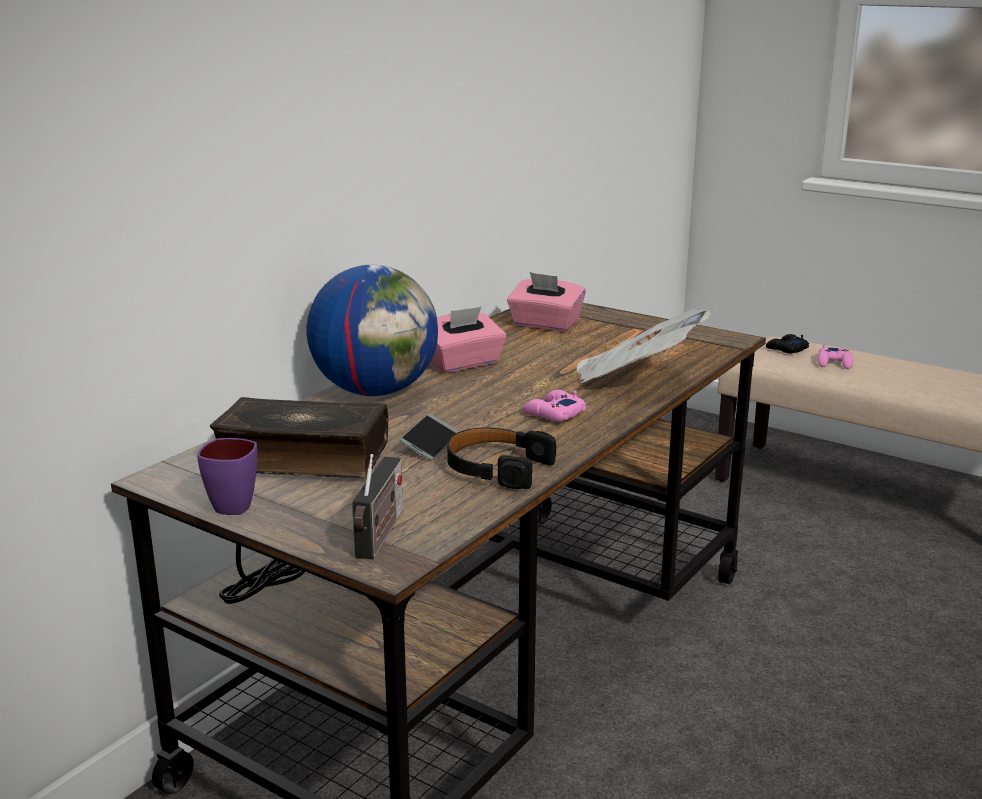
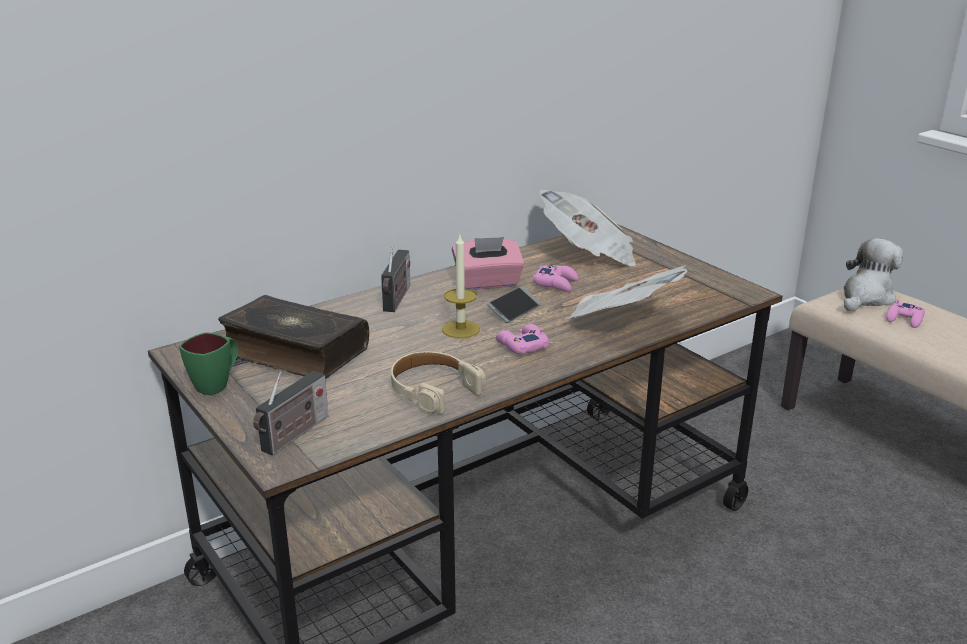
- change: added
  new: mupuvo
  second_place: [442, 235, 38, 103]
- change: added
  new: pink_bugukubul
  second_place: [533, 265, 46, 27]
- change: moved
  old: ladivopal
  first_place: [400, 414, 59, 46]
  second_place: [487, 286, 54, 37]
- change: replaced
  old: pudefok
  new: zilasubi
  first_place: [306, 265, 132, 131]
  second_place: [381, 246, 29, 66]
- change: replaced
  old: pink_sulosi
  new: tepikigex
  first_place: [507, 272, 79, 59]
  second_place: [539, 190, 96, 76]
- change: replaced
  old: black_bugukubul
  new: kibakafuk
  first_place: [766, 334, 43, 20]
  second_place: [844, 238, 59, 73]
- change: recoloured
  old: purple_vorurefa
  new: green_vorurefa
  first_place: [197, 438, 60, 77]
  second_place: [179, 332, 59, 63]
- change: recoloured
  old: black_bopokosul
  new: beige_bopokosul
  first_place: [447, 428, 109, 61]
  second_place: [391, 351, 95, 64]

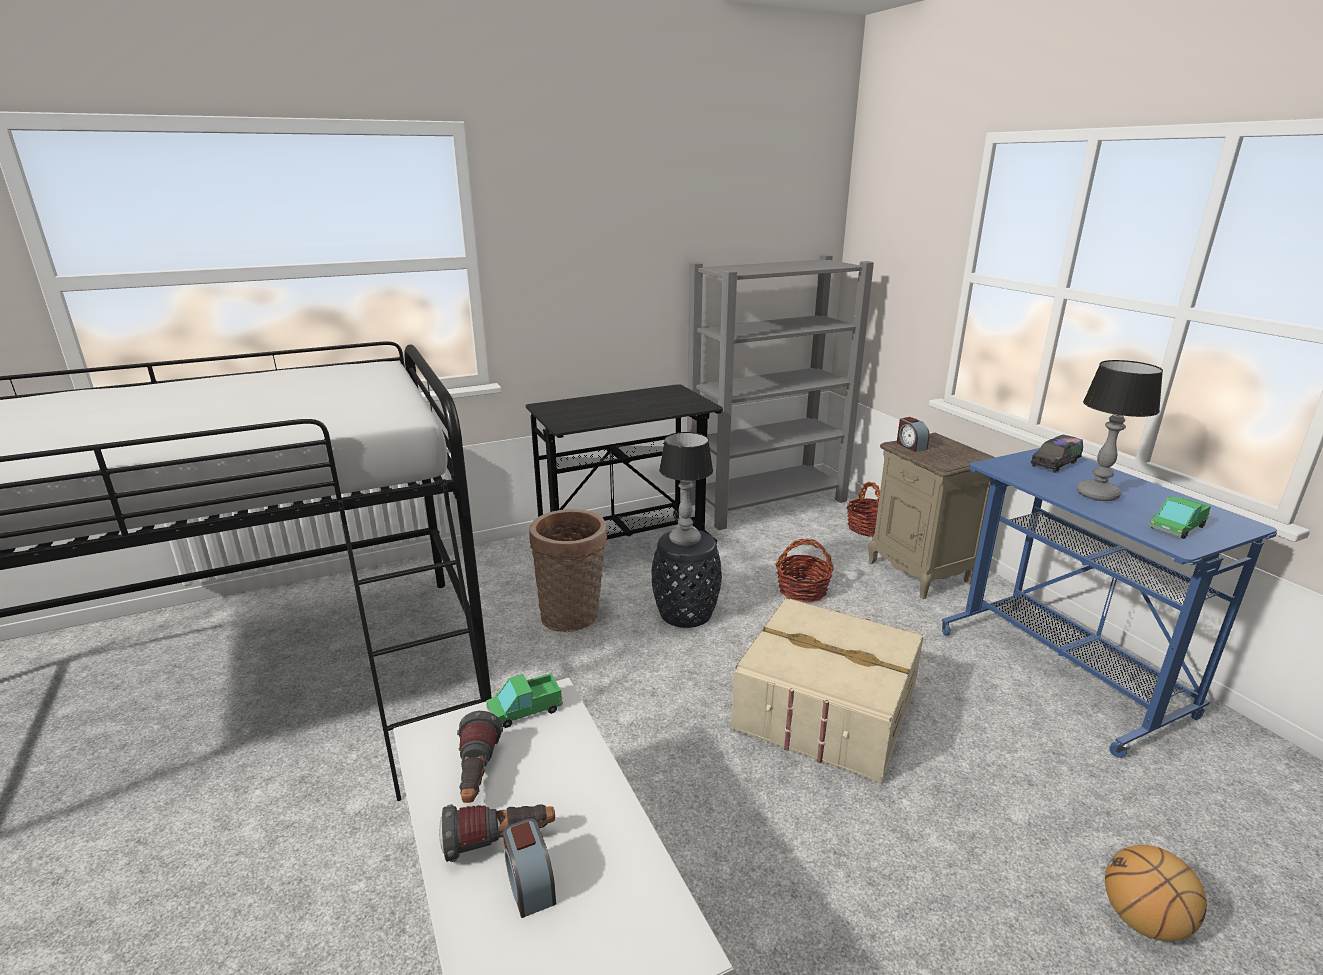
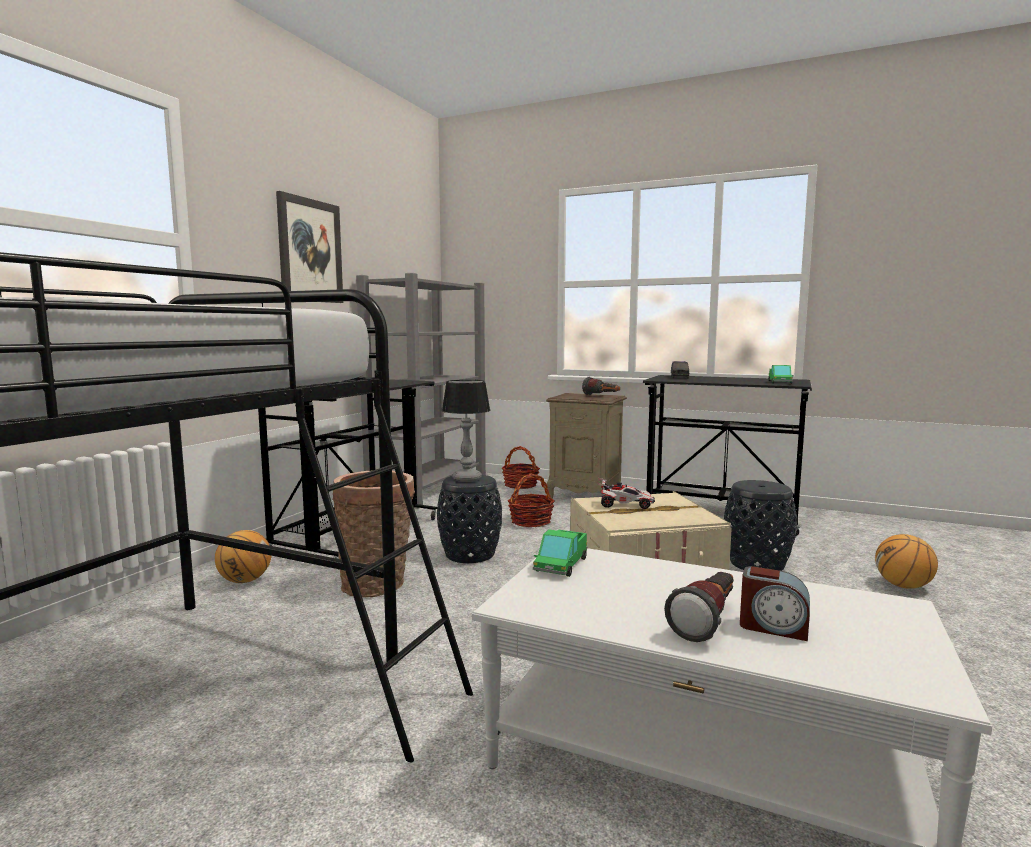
- change: removed
  old: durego
  first_place: [897, 417, 33, 35]
- change: removed
  old: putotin
  first_place: [1076, 360, 87, 141]
- change: added
  new: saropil
  second_place: [215, 530, 56, 53]
- change: added
  new: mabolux
  second_place: [276, 191, 67, 112]
- change: added
  new: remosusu
  second_place: [598, 478, 57, 31]
- change: added
  new: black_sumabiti
  second_place: [724, 480, 73, 91]
- change: moved
  old: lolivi
  first_place: [457, 711, 46, 92]
  second_place: [582, 377, 38, 18]
- change: recoloured
  old: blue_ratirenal
  new: black_ratirenal
  first_place: [942, 448, 335, 310]
  second_place: [643, 375, 169, 161]

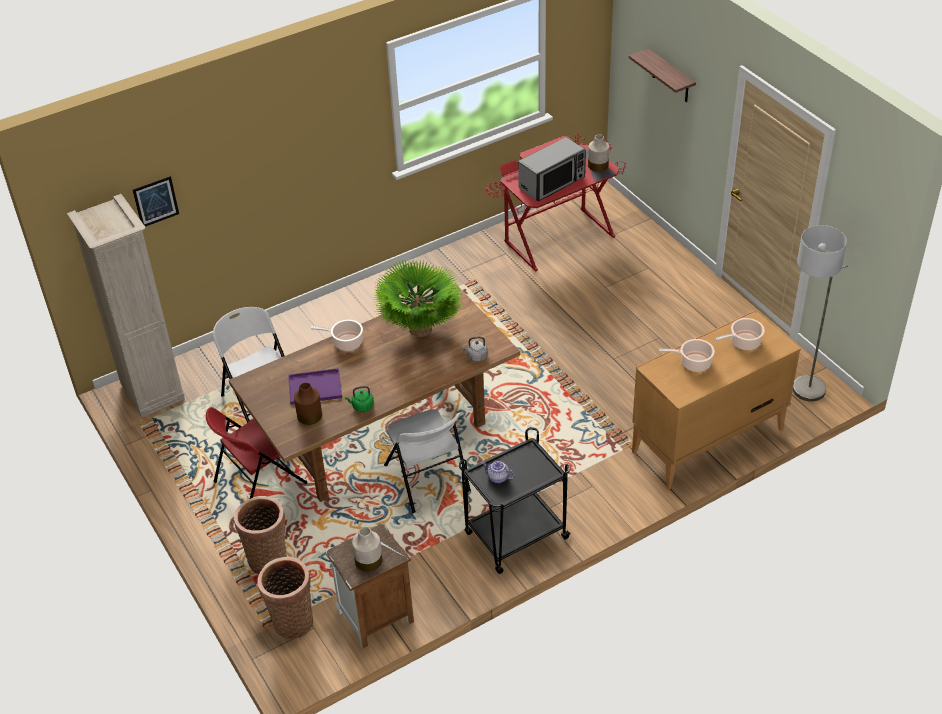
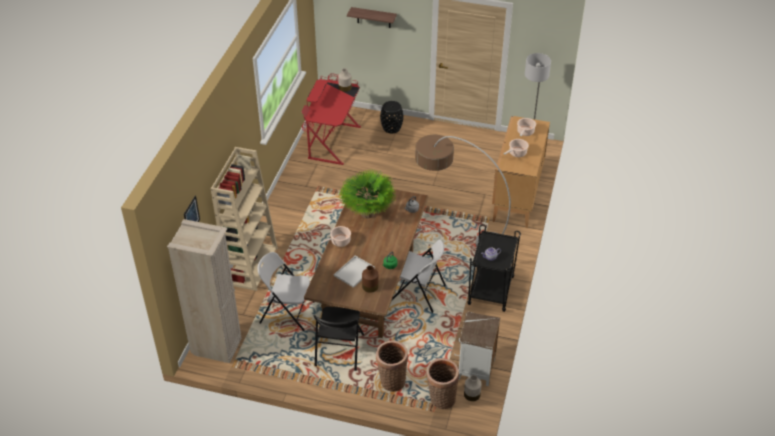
- change: removed
  old: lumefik
  first_place: [518, 137, 68, 64]
- change: added
  new: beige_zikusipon
  second_place: [211, 147, 67, 144]
- change: added
  new: black_sumabiti
  second_place: [380, 101, 24, 33]
- change: added
  new: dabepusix
  second_place: [415, 135, 96, 112]
- change: moved
  old: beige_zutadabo
  first_place: [352, 527, 31, 45]
  second_place: [464, 375, 18, 26]
- change: recoloured
  old: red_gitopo
  new: black_gitopo
  first_place: [206, 407, 101, 92]
  second_place: [313, 307, 51, 64]
- change: recoloured
  old: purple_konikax
  new: white_konikax
  first_place: [288, 368, 54, 37]
  second_place: [334, 256, 41, 32]

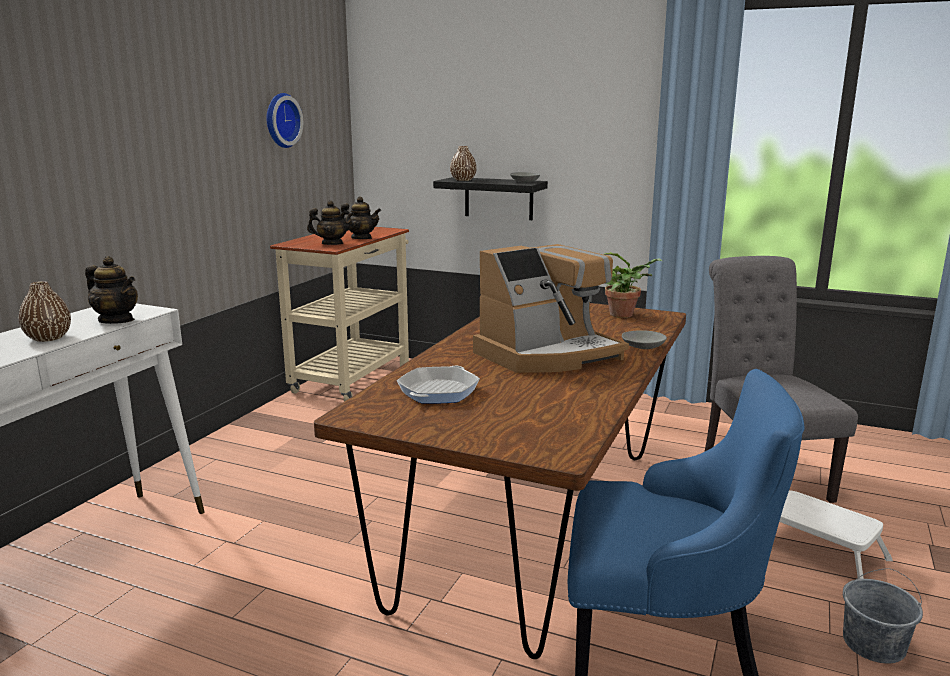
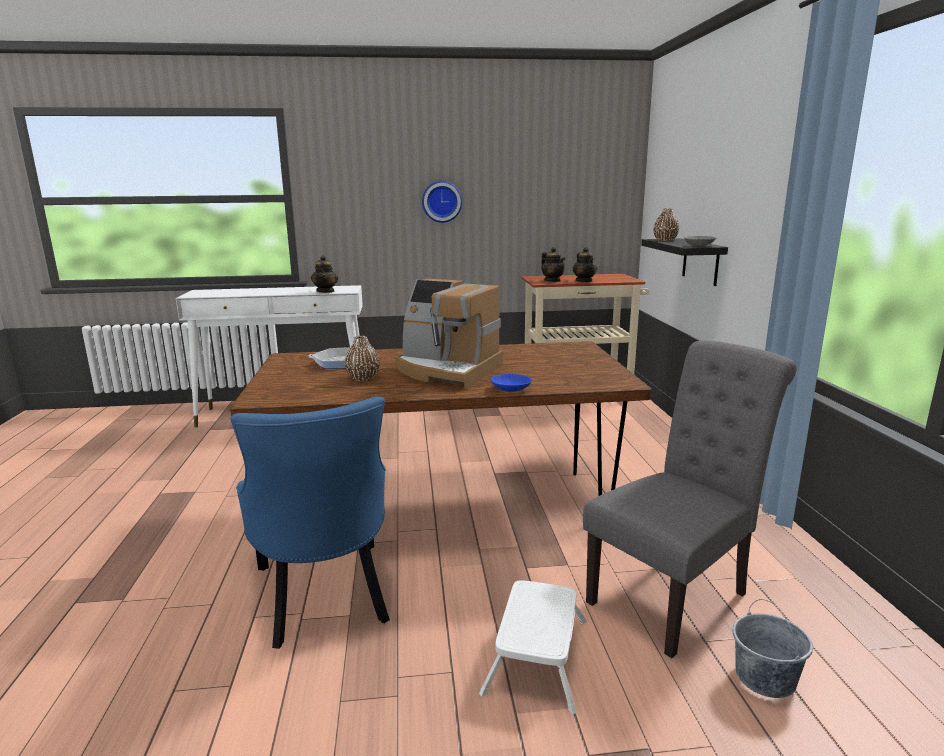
- change: removed
  old: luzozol
  first_place: [603, 252, 59, 66]
- change: moved
  old: brown_zutadabo
  first_place: [19, 281, 52, 61]
  second_place: [345, 336, 35, 45]
- change: moved
  old: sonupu
  first_place: [267, 93, 36, 55]
  second_place: [422, 181, 40, 42]
- change: moved
  old: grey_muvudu
  first_place: [843, 568, 80, 96]
  second_place: [733, 599, 80, 99]
- change: recoloured
  old: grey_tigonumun
  new: blue_tigonumun
  first_place: [622, 330, 45, 19]
  second_place: [491, 373, 41, 19]

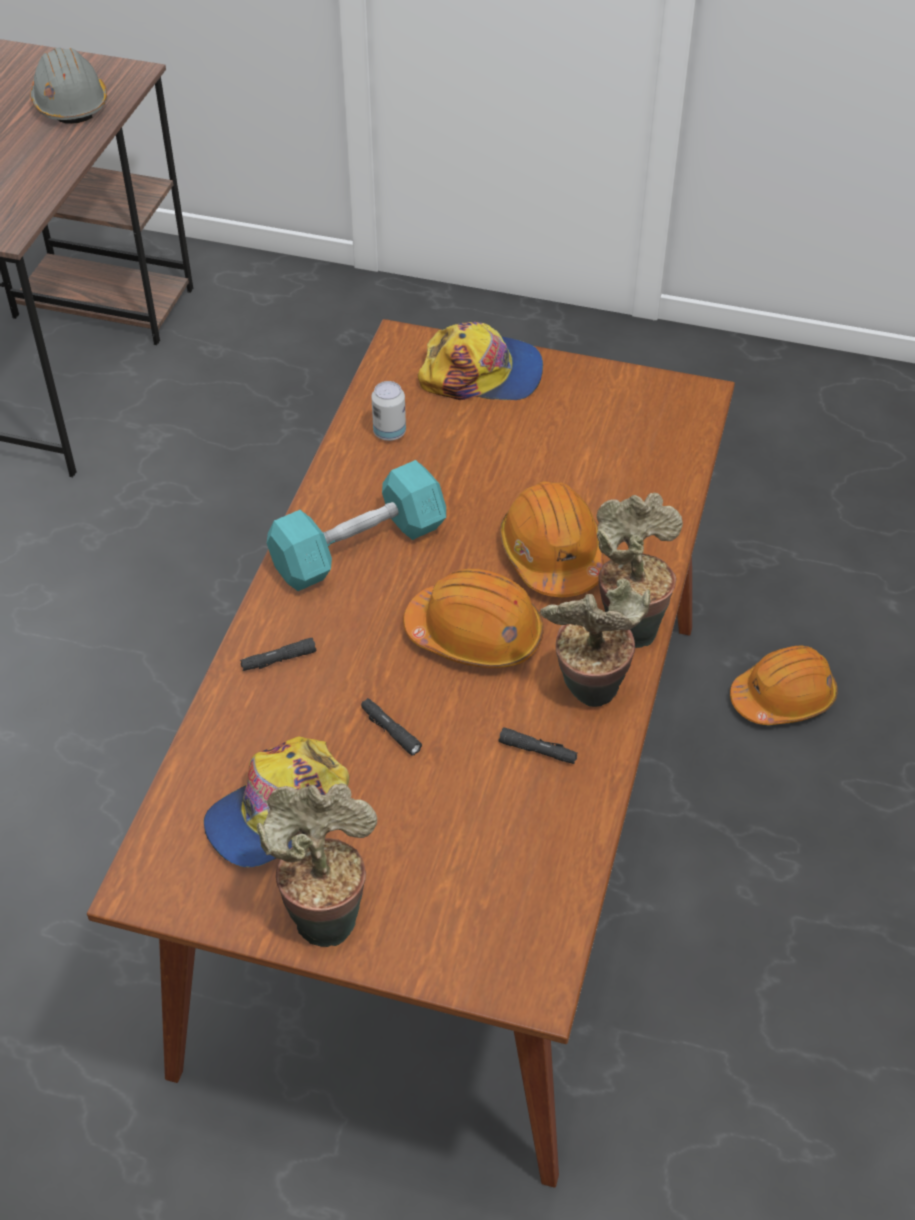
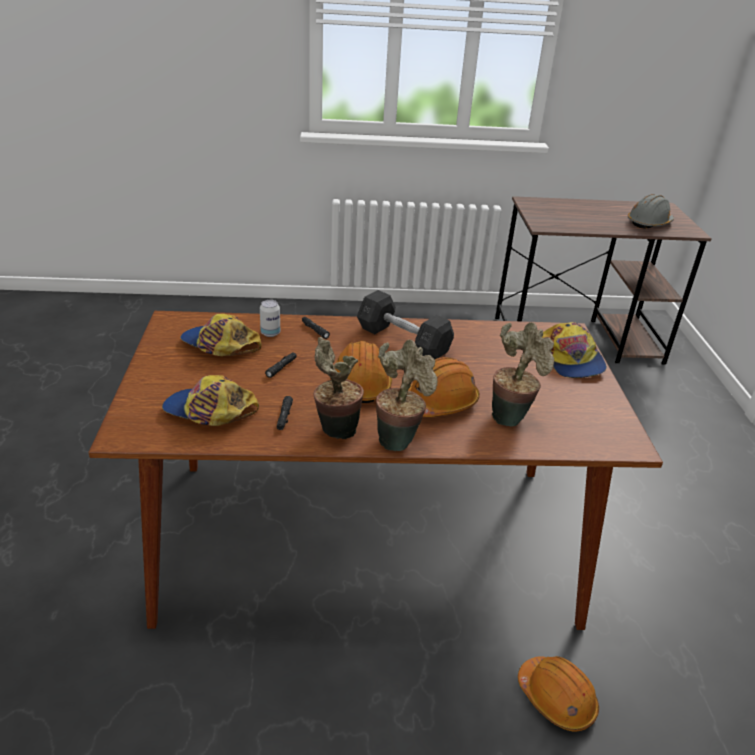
- change: added
  new: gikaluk
  second_place: [162, 375, 97, 51]
- change: moved
  old: luzozol
  first_place: [257, 783, 120, 164]
  second_place: [492, 322, 62, 105]
- change: moved
  old: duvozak
  first_place: [371, 381, 35, 60]
  second_place: [260, 300, 20, 37]
- change: recoloured
  old: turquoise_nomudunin
  new: grey_nomudunin
  first_place: [267, 460, 179, 131]
  second_place: [357, 290, 97, 69]

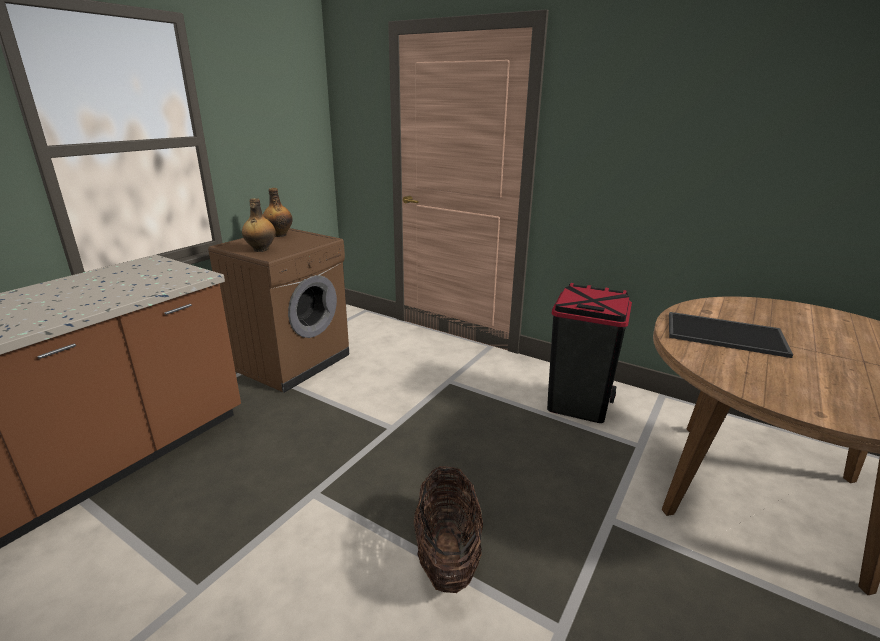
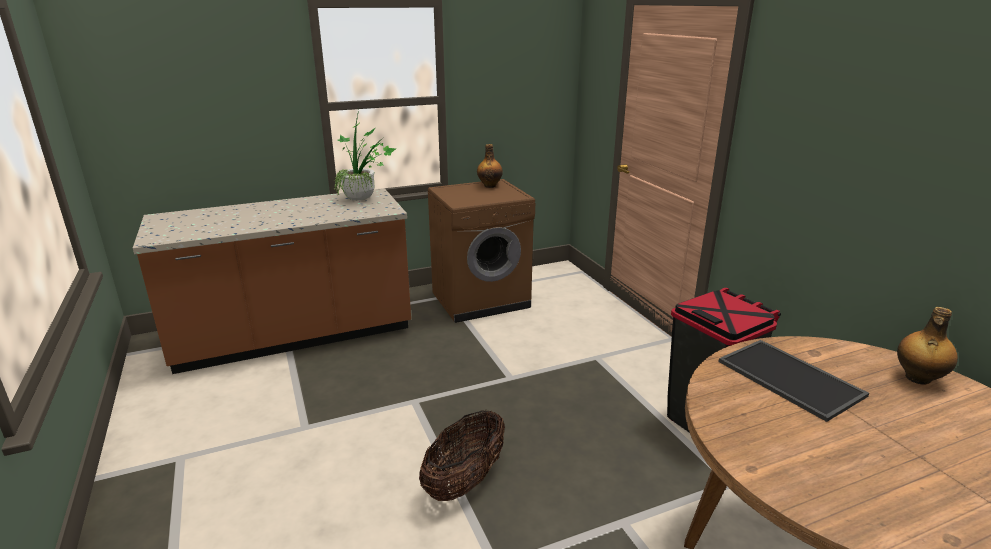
- change: added
  new: luzozol
  second_place: [334, 110, 62, 90]
- change: moved
  old: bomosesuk
  first_place: [242, 198, 34, 54]
  second_place: [897, 307, 61, 78]

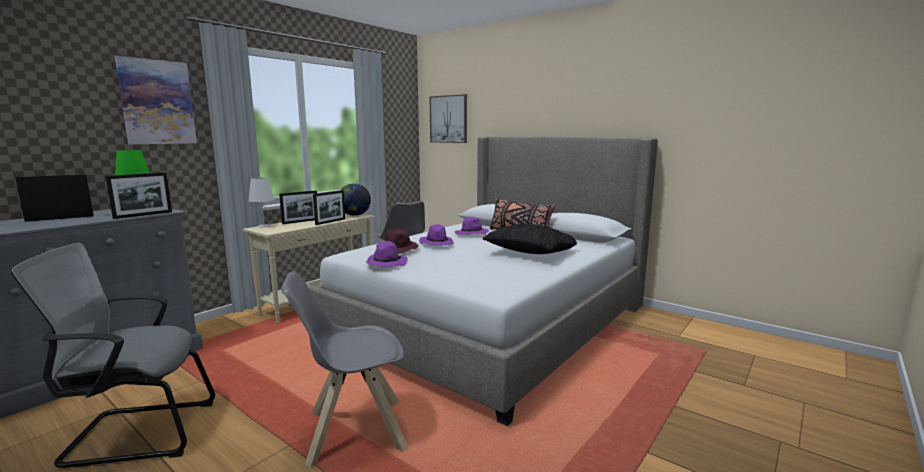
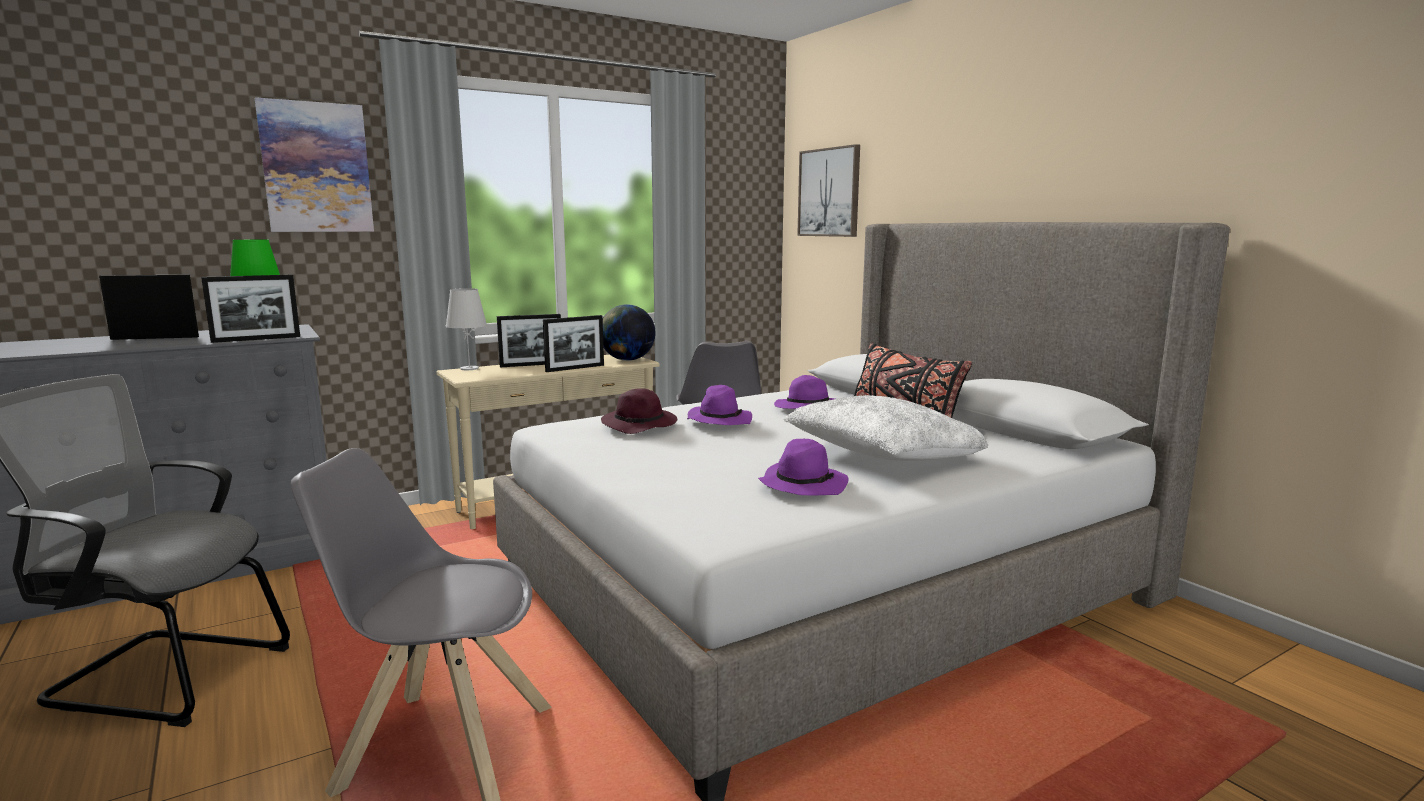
- change: moved
  old: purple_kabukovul
  first_place: [366, 241, 42, 26]
  second_place: [758, 439, 90, 57]
- change: recoloured
  old: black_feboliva
  new: white_feboliva
  first_place: [483, 224, 94, 30]
  second_place: [784, 395, 204, 66]

